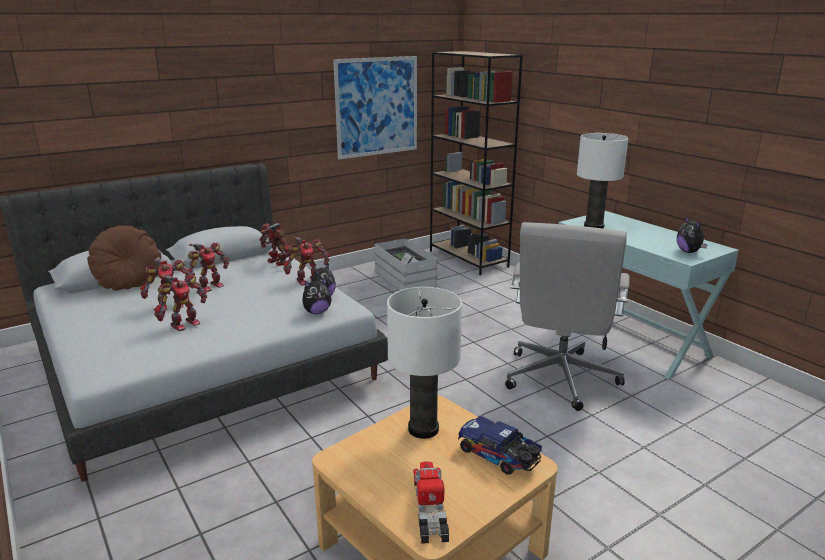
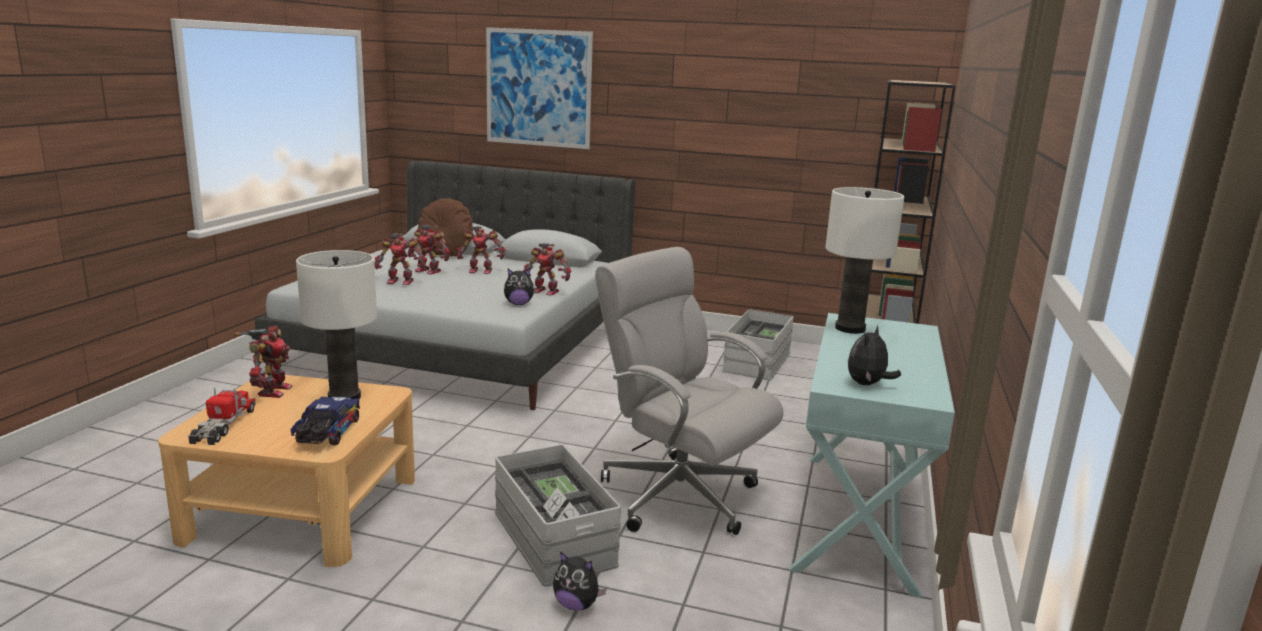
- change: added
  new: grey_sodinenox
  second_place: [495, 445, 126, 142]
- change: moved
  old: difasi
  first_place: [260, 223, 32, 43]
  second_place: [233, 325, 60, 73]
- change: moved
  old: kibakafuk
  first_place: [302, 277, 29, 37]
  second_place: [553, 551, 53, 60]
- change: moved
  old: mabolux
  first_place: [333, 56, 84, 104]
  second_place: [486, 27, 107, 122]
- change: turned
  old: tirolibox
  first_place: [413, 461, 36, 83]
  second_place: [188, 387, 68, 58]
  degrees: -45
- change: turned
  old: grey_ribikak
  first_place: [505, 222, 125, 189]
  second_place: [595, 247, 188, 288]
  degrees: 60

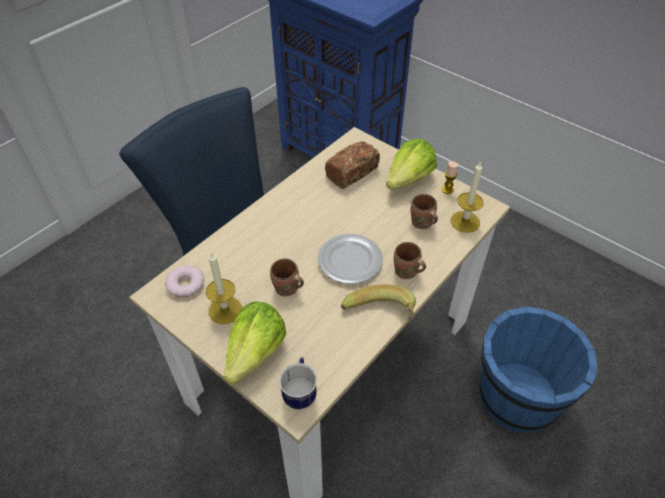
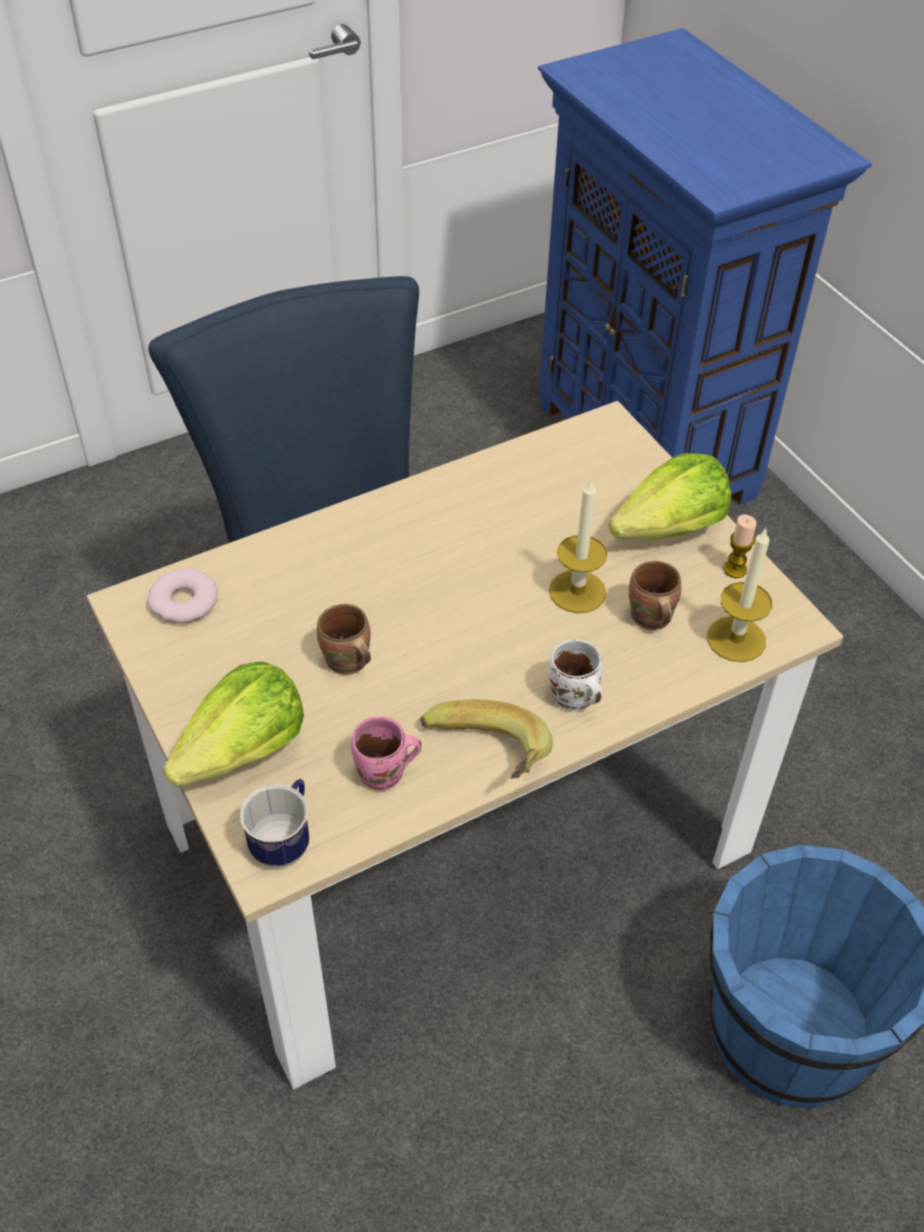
- change: removed
  old: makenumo
  first_place: [318, 234, 65, 50]
- change: removed
  old: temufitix
  first_place: [325, 142, 55, 47]
- change: added
  new: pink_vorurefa
  second_place: [351, 716, 70, 75]
- change: moved
  old: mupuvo
  first_place: [206, 252, 36, 72]
  second_place: [549, 479, 58, 134]
- change: recoloured
  old: brown_vorurefa
  new: white_vorurefa
  first_place: [394, 242, 32, 37]
  second_place: [548, 639, 55, 72]

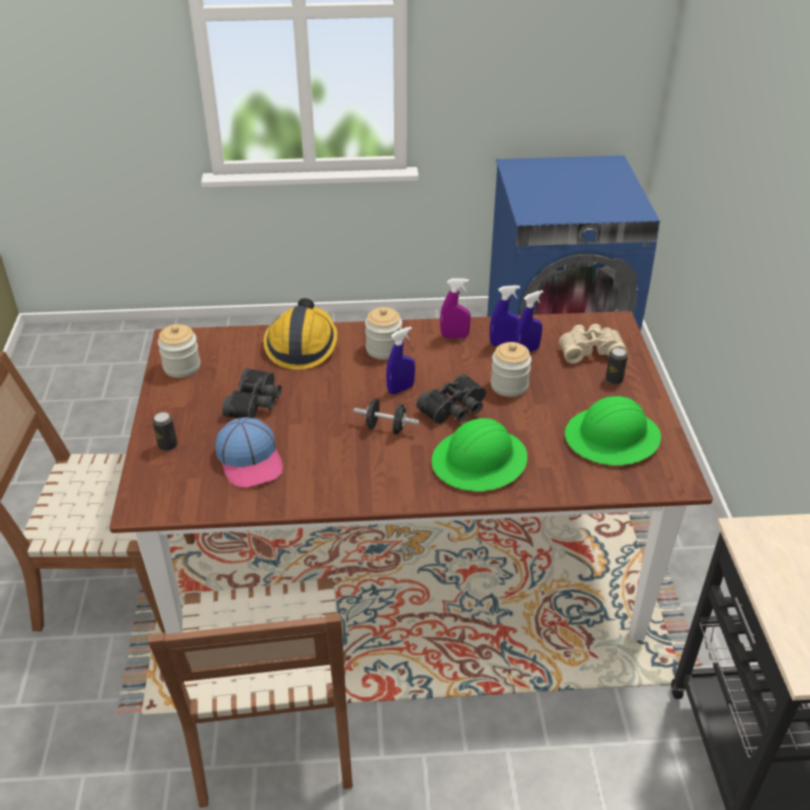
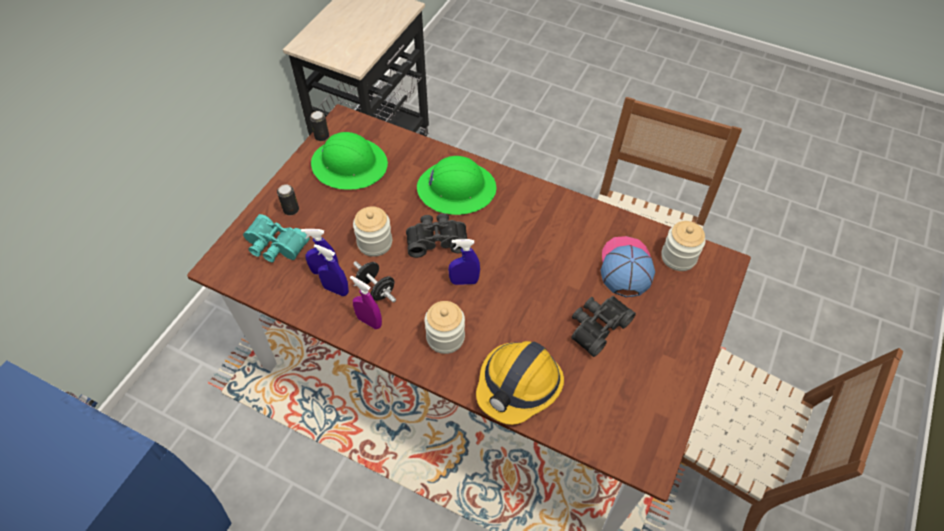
- change: moved
  old: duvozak
  first_place: [152, 412, 25, 39]
  second_place: [310, 111, 19, 30]
- change: moved
  old: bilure
  first_place: [158, 324, 42, 54]
  second_place: [661, 221, 45, 50]
- change: moved
  old: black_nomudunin
  first_place: [353, 399, 66, 35]
  second_place: [353, 261, 43, 42]
- change: recoloured
  old: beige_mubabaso
  new: turquoise_mubabaso
  first_place: [559, 324, 68, 40]
  second_place: [243, 214, 67, 48]

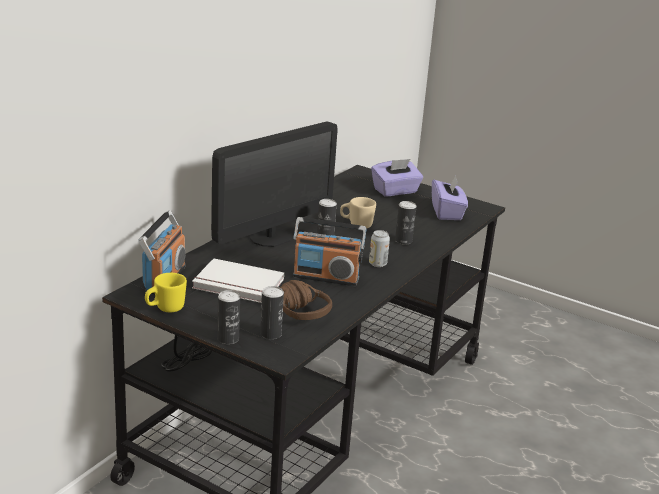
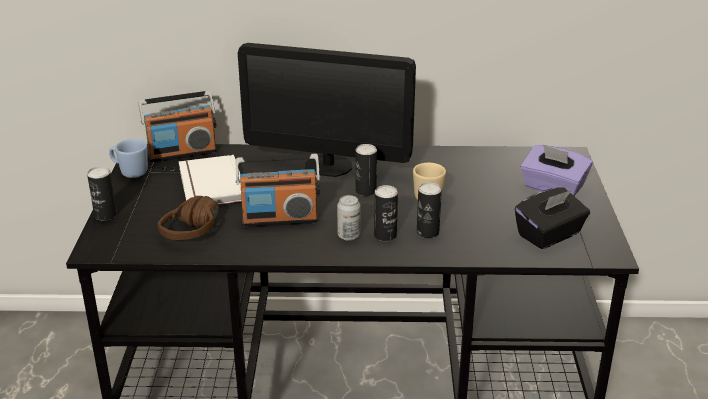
- change: moved
  old: duvozak
  first_place: [260, 286, 24, 53]
  second_place: [374, 185, 24, 56]
- change: recoloured
  old: yellow_vorurefa
  new: blue_vorurefa
  first_place: [145, 273, 42, 39]
  second_place: [109, 139, 39, 39]
- change: recoloured
  old: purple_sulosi
  new: black_sulosi
  first_place: [432, 175, 36, 45]
  second_place: [515, 187, 75, 62]
- change: turned
  old: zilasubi
  first_place: [293, 217, 73, 69]
  second_place: [236, 154, 84, 73]
  degrees: -75

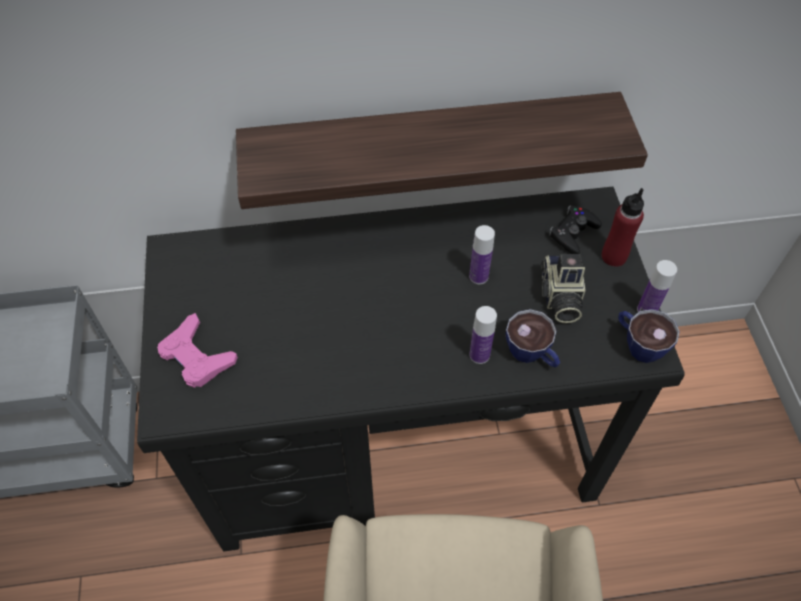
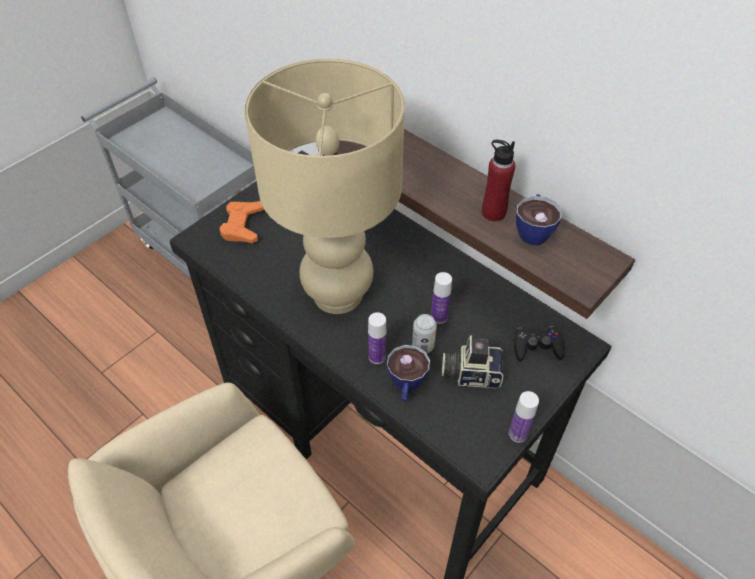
- change: added
  new: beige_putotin
  second_place: [245, 59, 160, 255]
- change: added
  new: duvozak
  second_place: [412, 314, 25, 40]
- change: moved
  old: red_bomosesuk
  first_place: [601, 188, 43, 79]
  second_place: [482, 140, 33, 81]
- change: moved
  old: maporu
  first_place: [618, 309, 62, 54]
  second_place: [516, 194, 46, 51]
- change: recoloured
  old: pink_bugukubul
  new: orange_bugukubul
  first_place: [157, 313, 81, 75]
  second_place: [219, 201, 45, 42]
- change: turned
  old: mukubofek
  first_place: [541, 254, 44, 69]
  second_place: [442, 335, 61, 53]
  degrees: 45

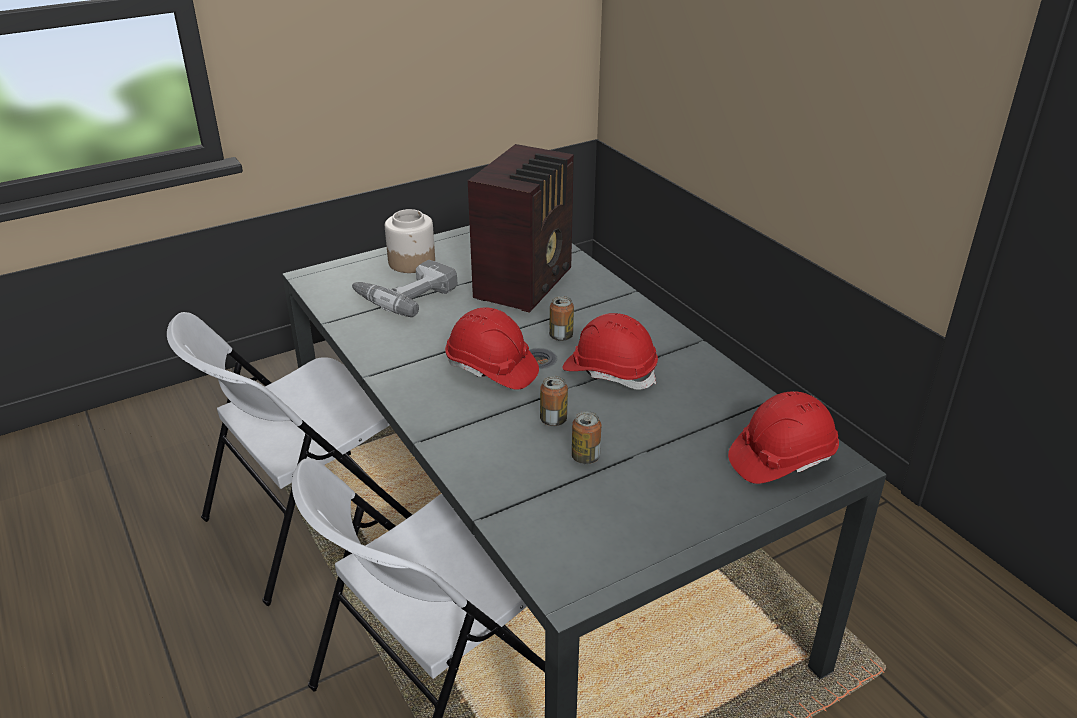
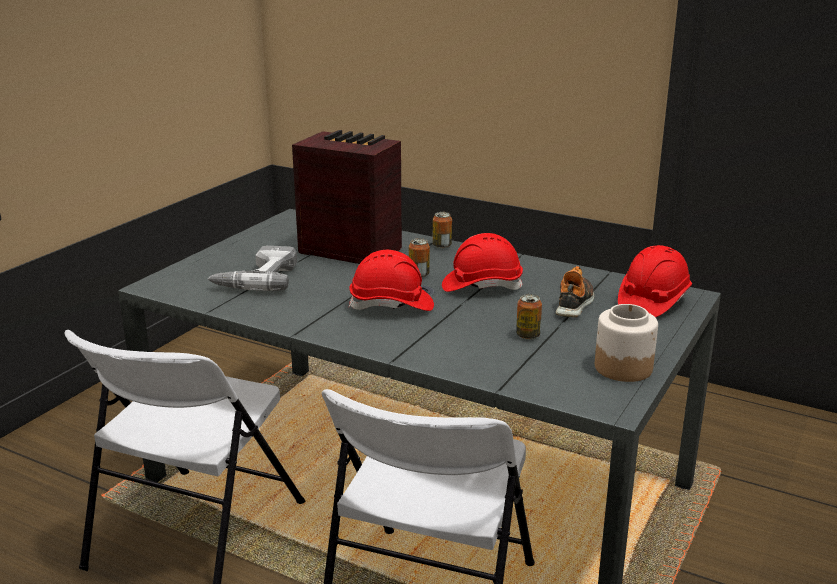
- change: added
  new: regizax
  second_place: [556, 266, 38, 51]
- change: moved
  old: bilure
  first_place: [385, 209, 50, 64]
  second_place: [595, 304, 63, 78]
- change: moved
  old: duvozak
  first_place: [540, 376, 28, 50]
  second_place: [432, 212, 20, 37]
- change: turned
  old: zilasubi
  first_place: [468, 144, 106, 169]
  second_place: [292, 130, 110, 134]
  degrees: -60

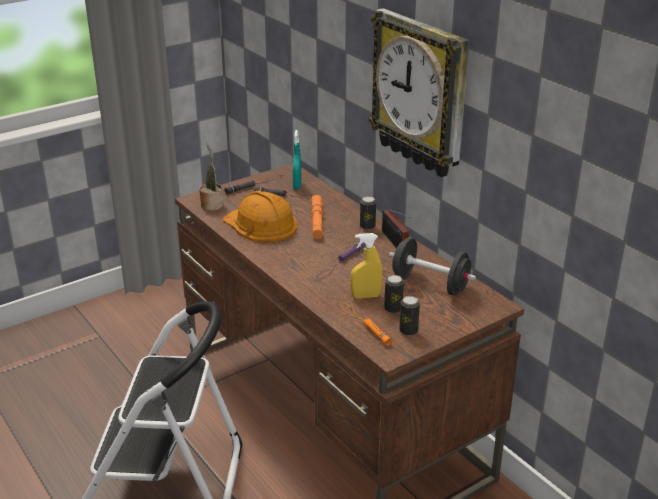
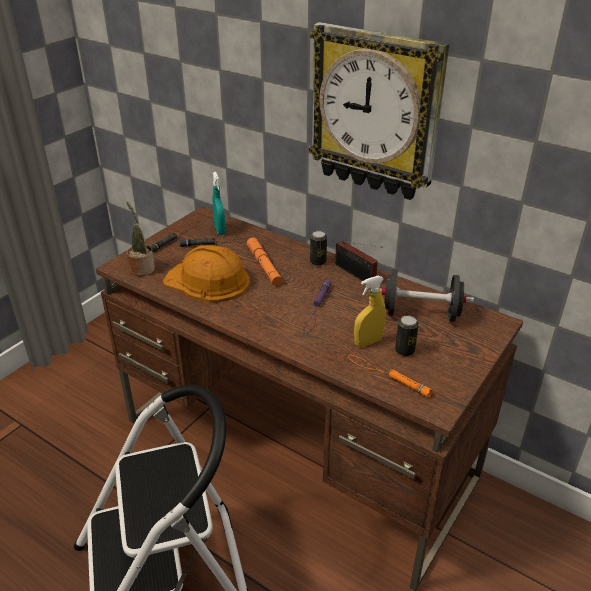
- change: removed
  old: duvozak
  first_place: [399, 296, 21, 40]

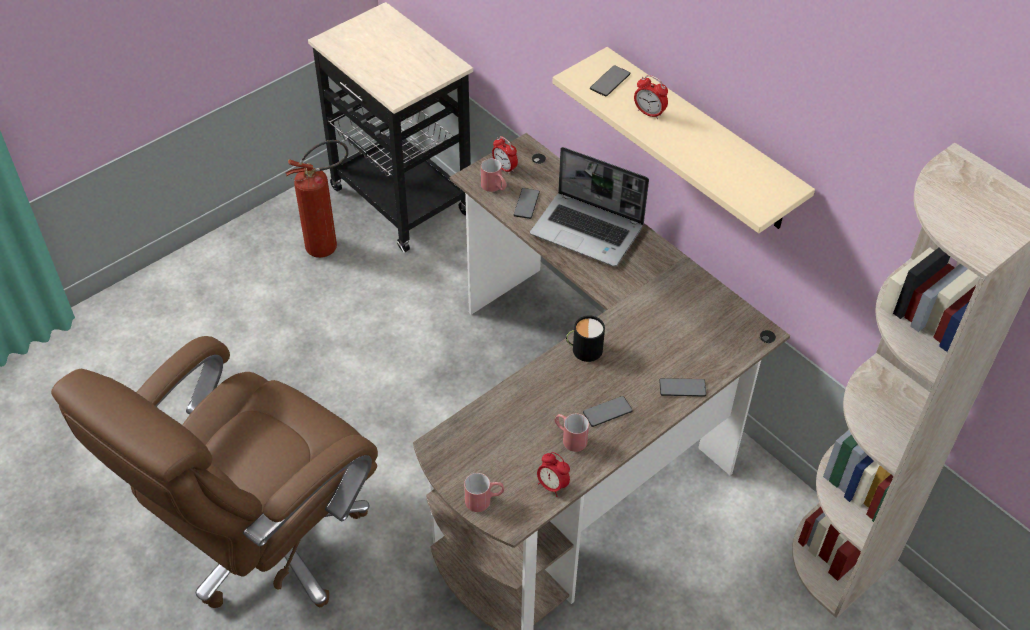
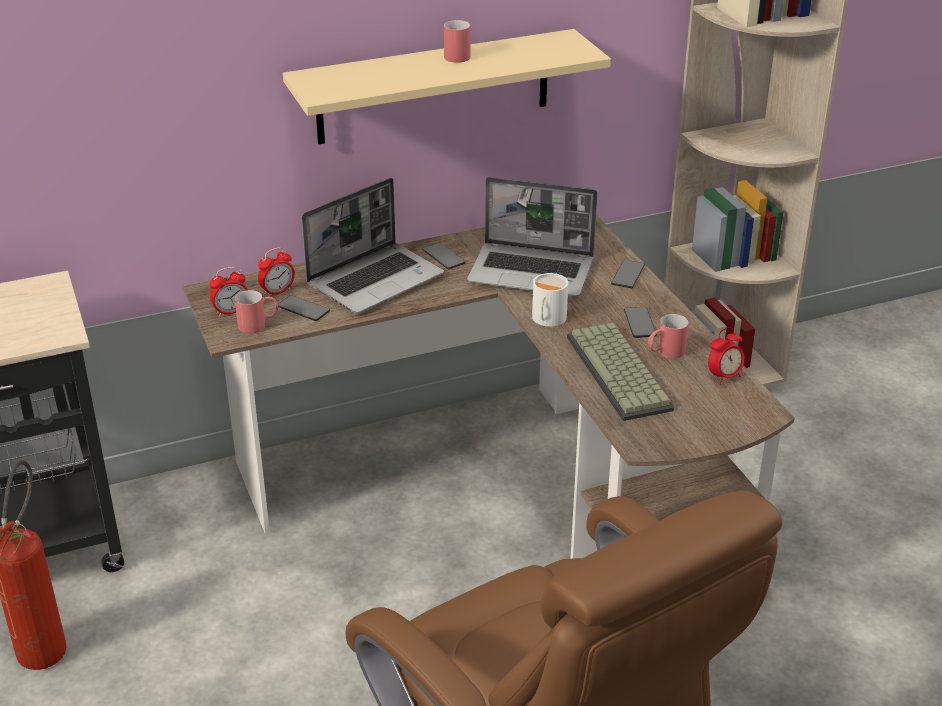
- change: added
  new: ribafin
  second_place: [467, 177, 131, 120]
- change: added
  new: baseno
  second_place: [567, 323, 107, 98]
- change: moved
  old: red_vorurefa
  first_place: [464, 473, 40, 39]
  second_place: [444, 20, 27, 43]
- change: moved
  old: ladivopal
  first_place: [590, 65, 40, 32]
  second_place: [422, 242, 44, 27]
- change: moved
  old: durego
  first_place: [634, 75, 34, 44]
  second_place: [258, 247, 37, 50]
- change: recoloured
  old: black_vorurefa
  new: white_vorurefa
  first_place: [566, 315, 39, 47]
  second_place: [531, 273, 37, 54]

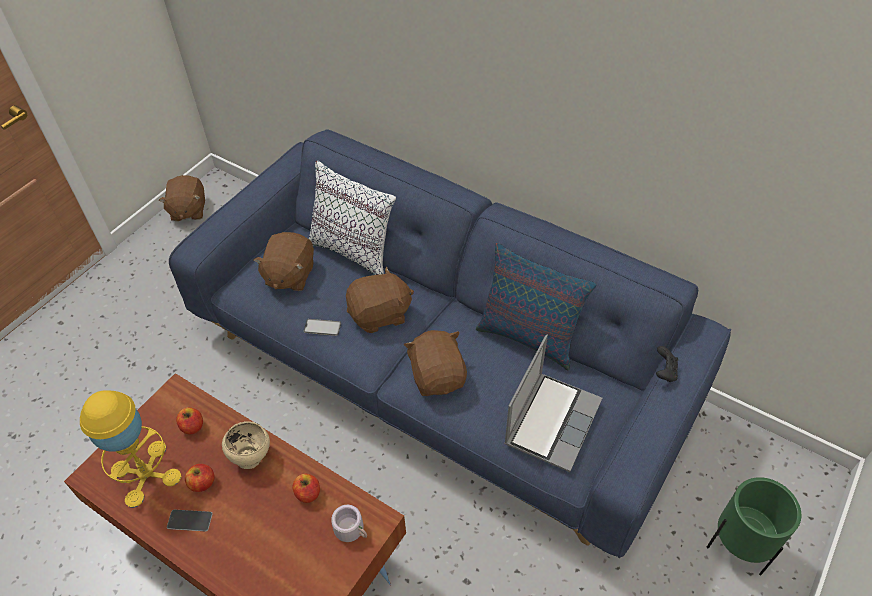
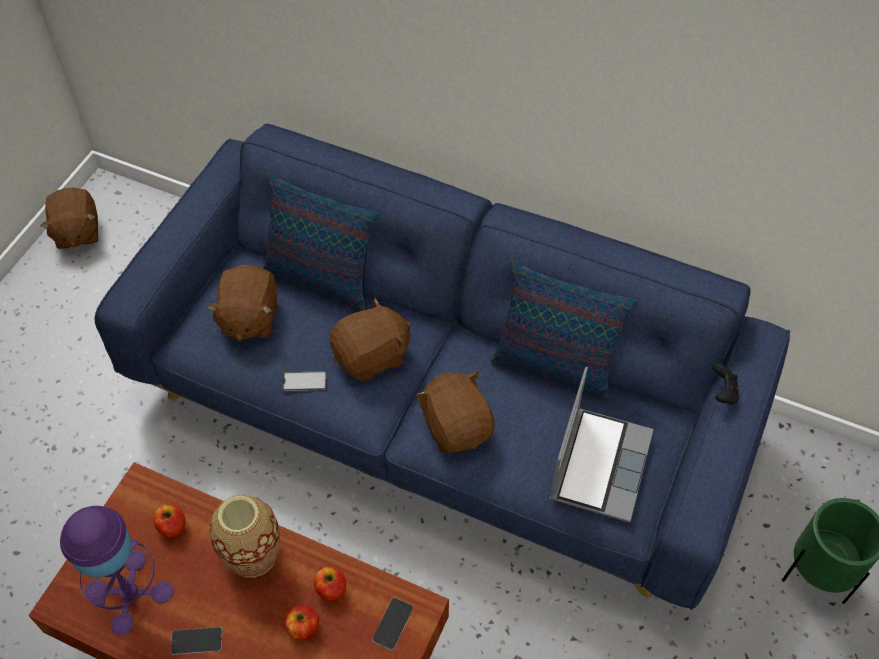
- change: moved
  old: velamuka
  first_place: [185, 464, 30, 28]
  second_place: [285, 605, 34, 35]
- change: replaced
  old: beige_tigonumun
  new: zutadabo
  first_place: [222, 421, 48, 48]
  second_place: [209, 494, 71, 83]
- change: replaced
  old: grey_vorurefa
  new: ladivopal
  first_place: [331, 505, 36, 37]
  second_place: [372, 598, 42, 52]
- change: recoloured
  old: yellow_putotin
  new: purple_putotin
  first_place: [80, 390, 101, 118]
  second_place: [60, 506, 113, 130]
- change: recoloured
  old: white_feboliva
  new: blue_feboliva
  first_place: [309, 160, 87, 115]
  second_place: [263, 173, 115, 138]

